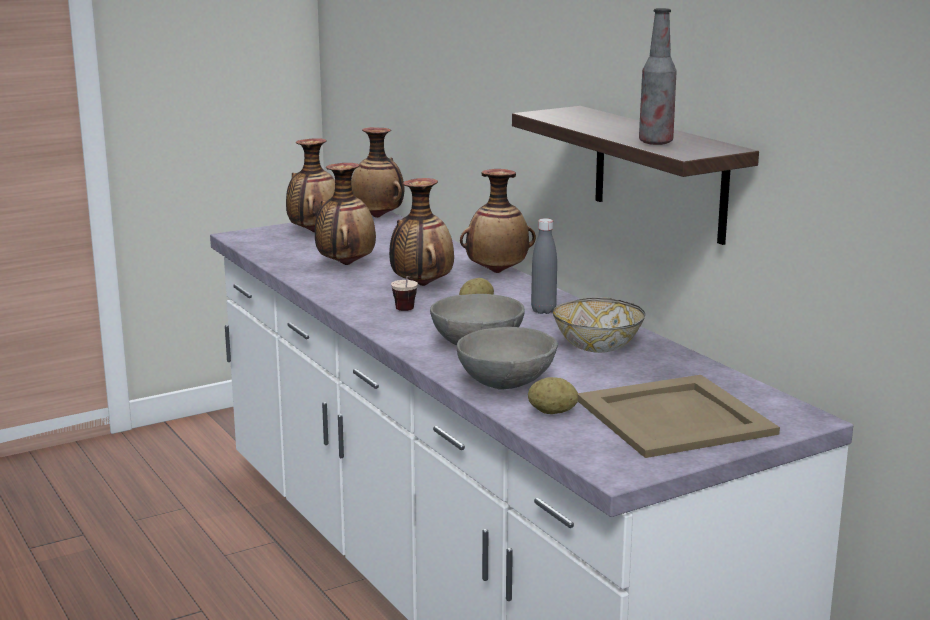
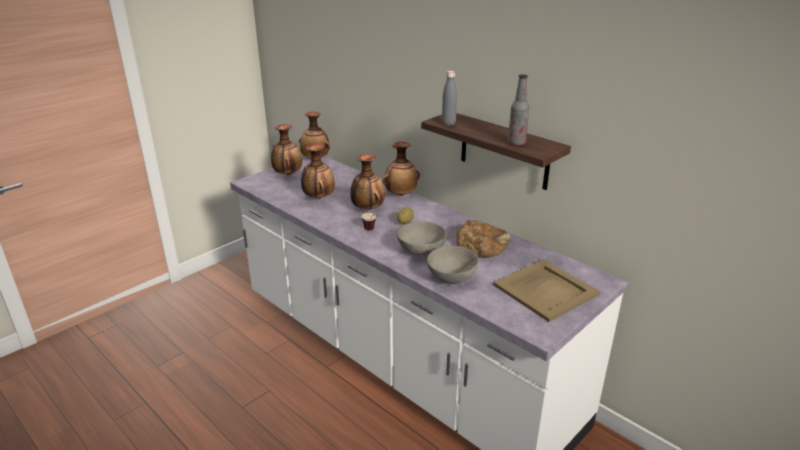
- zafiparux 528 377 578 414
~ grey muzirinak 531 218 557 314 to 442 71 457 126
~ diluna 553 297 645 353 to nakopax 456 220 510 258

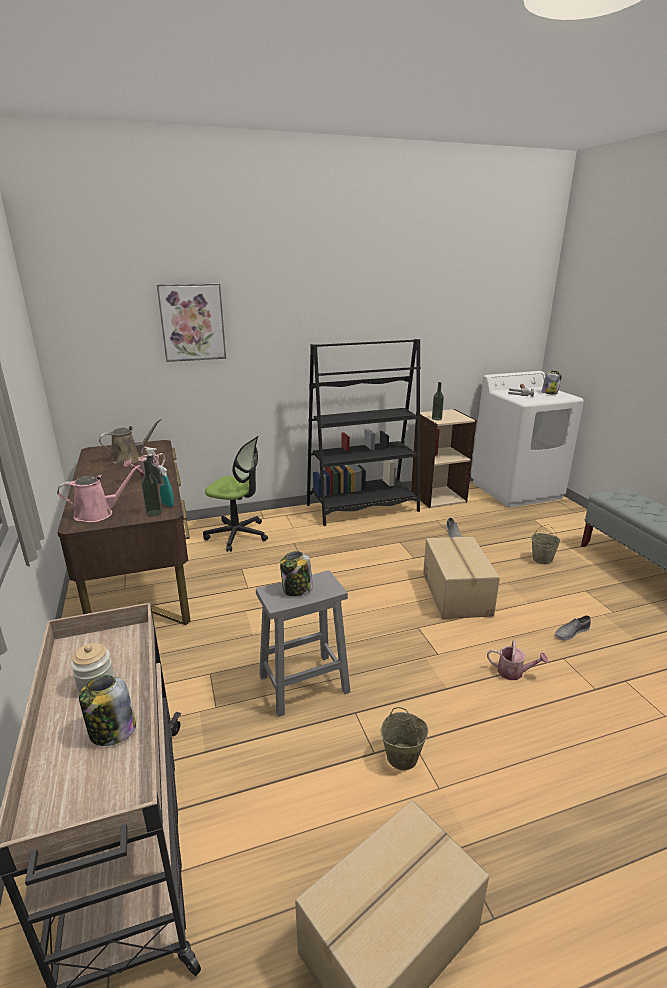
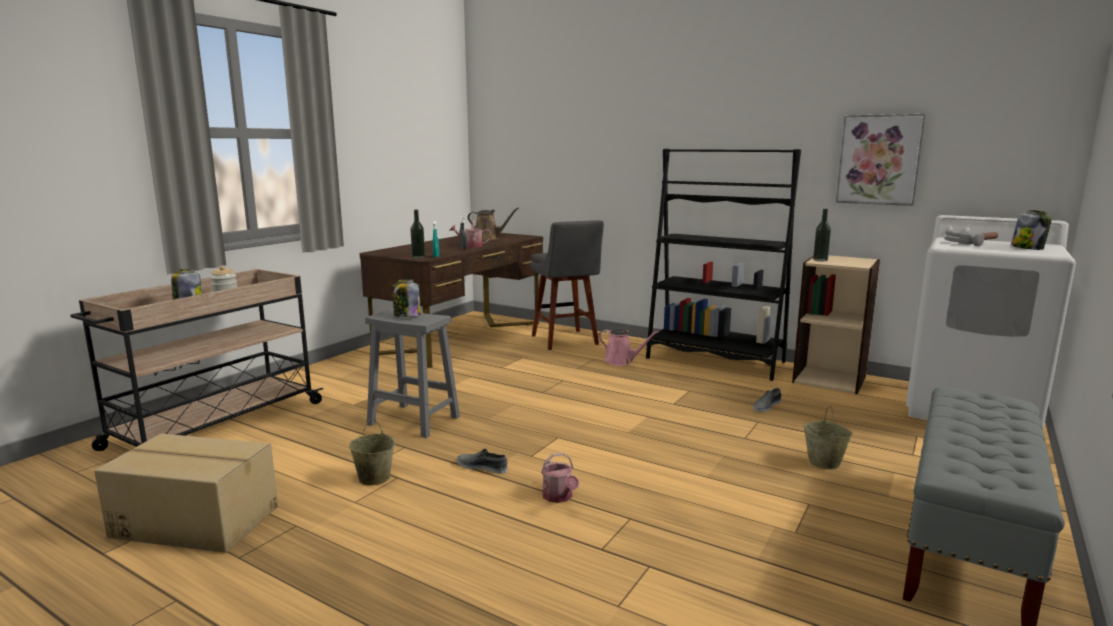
~ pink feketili 57 465 141 522 to 598 329 659 366
~ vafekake 157 283 226 362 to 836 114 926 206
~ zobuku 203 436 268 552 to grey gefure 530 220 604 350
- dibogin 423 536 500 619
~ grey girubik 555 615 591 640 to 457 449 508 474

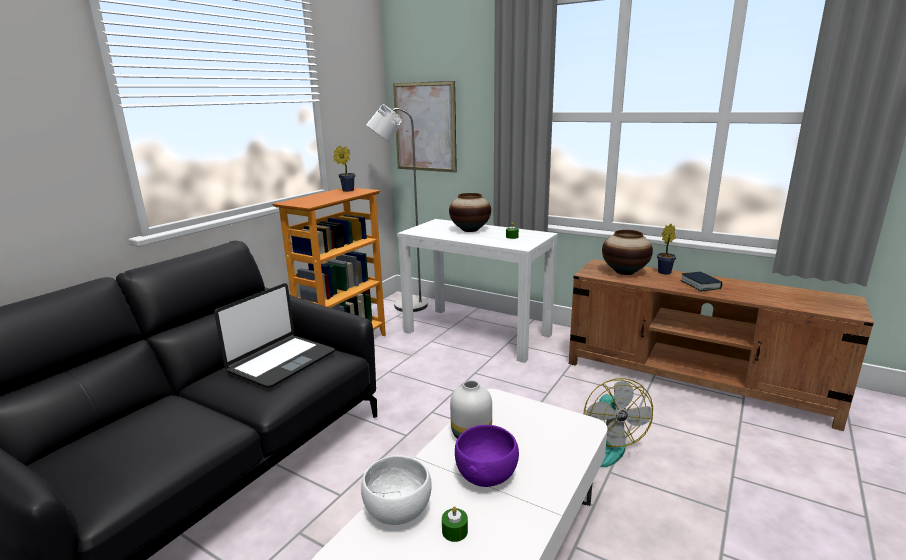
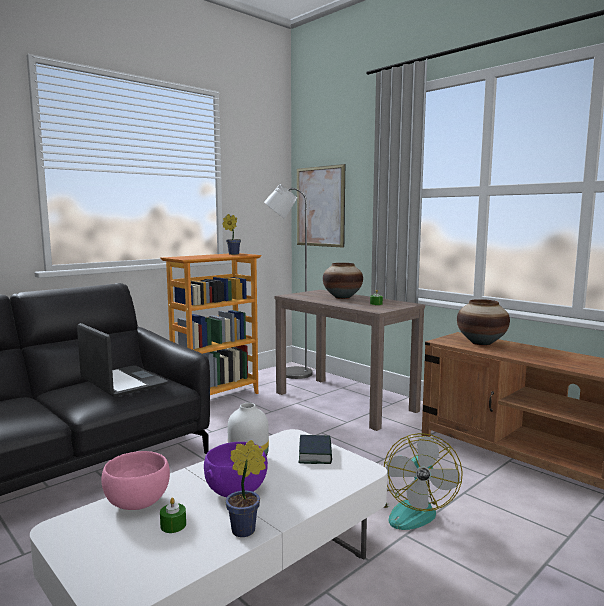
~ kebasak 214 283 335 388 = 77 323 168 397 90 degrees counterclockwise
~ white diluna 361 455 432 525 to pink diluna 101 451 170 510
~ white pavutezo 397 219 558 363 to brown pavutezo 275 290 425 431
~ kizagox 657 224 676 274 to 225 440 266 537
~ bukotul 680 272 722 291 to 298 435 332 464

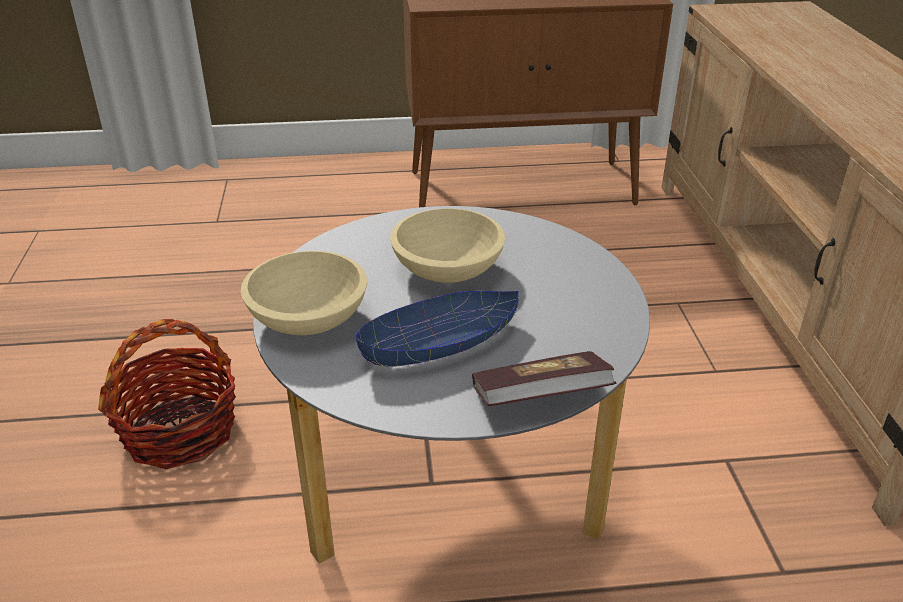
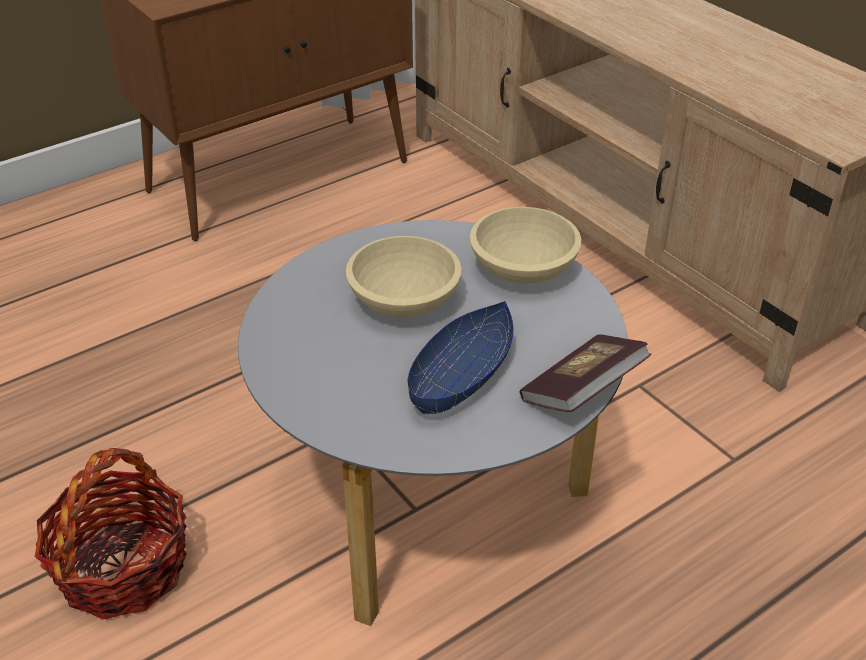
~ beige diluna 241 251 367 335 to 470 207 581 284

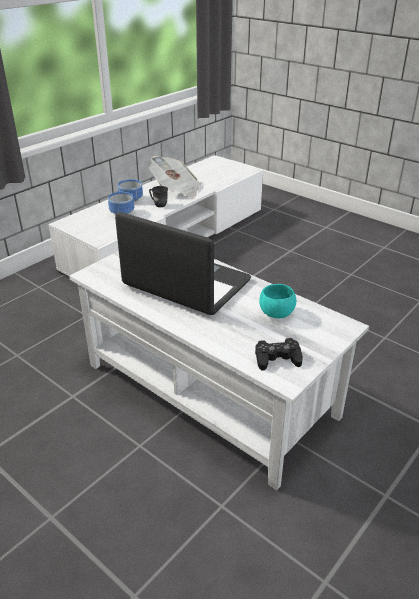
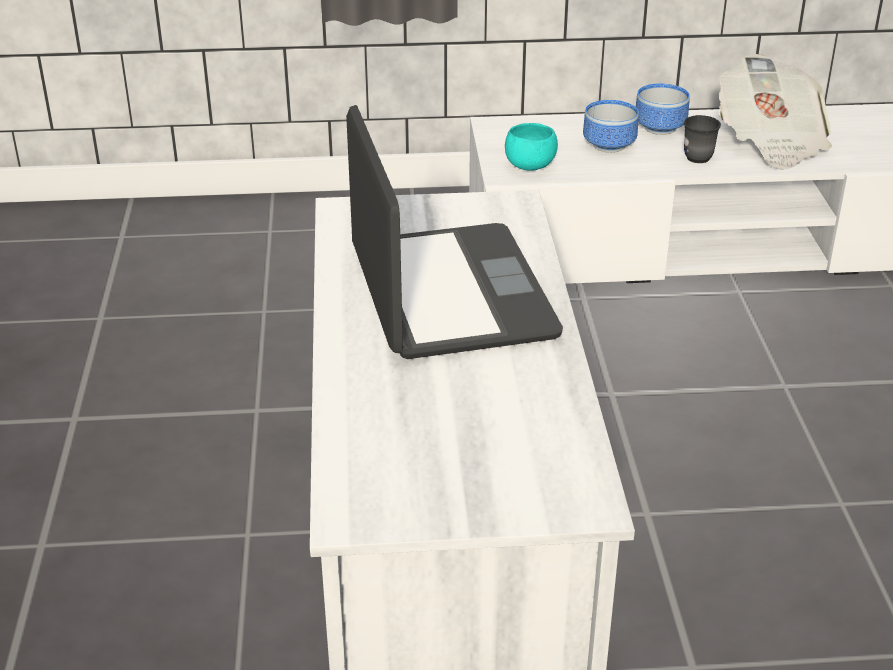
- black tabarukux 255 338 303 371
~ turquoise diluna 259 284 296 318 to 505 123 558 171

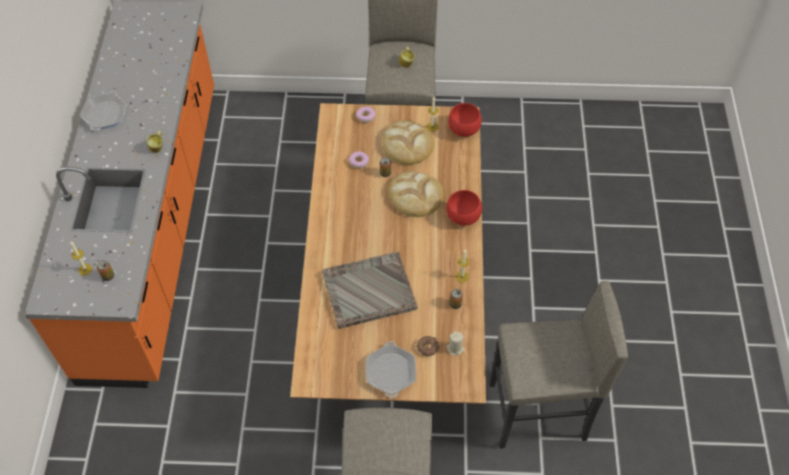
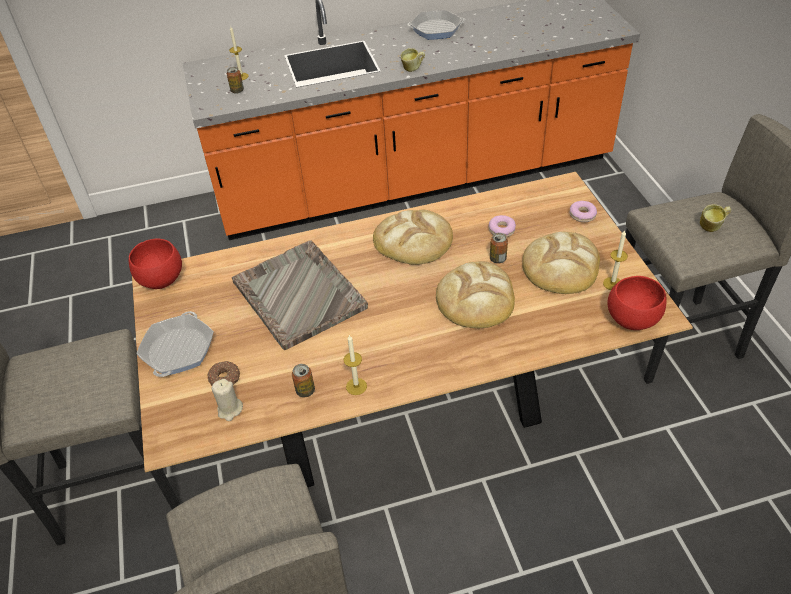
~ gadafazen 366 342 416 398 = 136 311 214 377 60 degrees counterclockwise
~ red diluna 446 190 482 226 to 129 239 182 289
+ nakopax 373 210 453 265

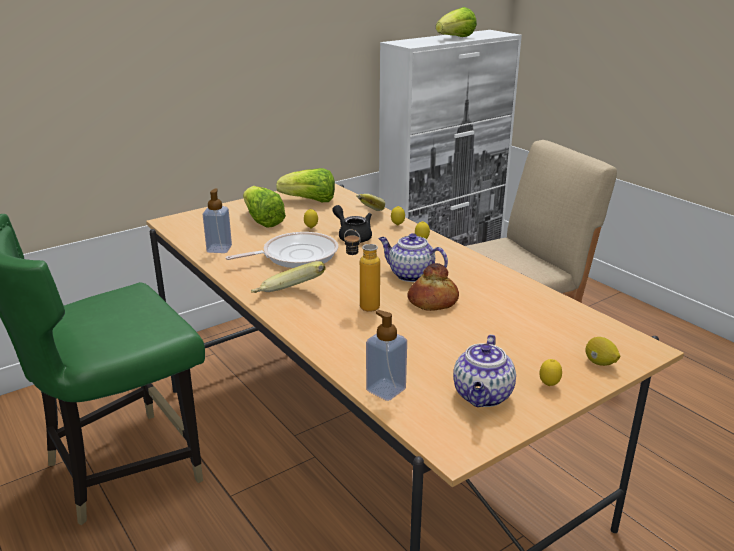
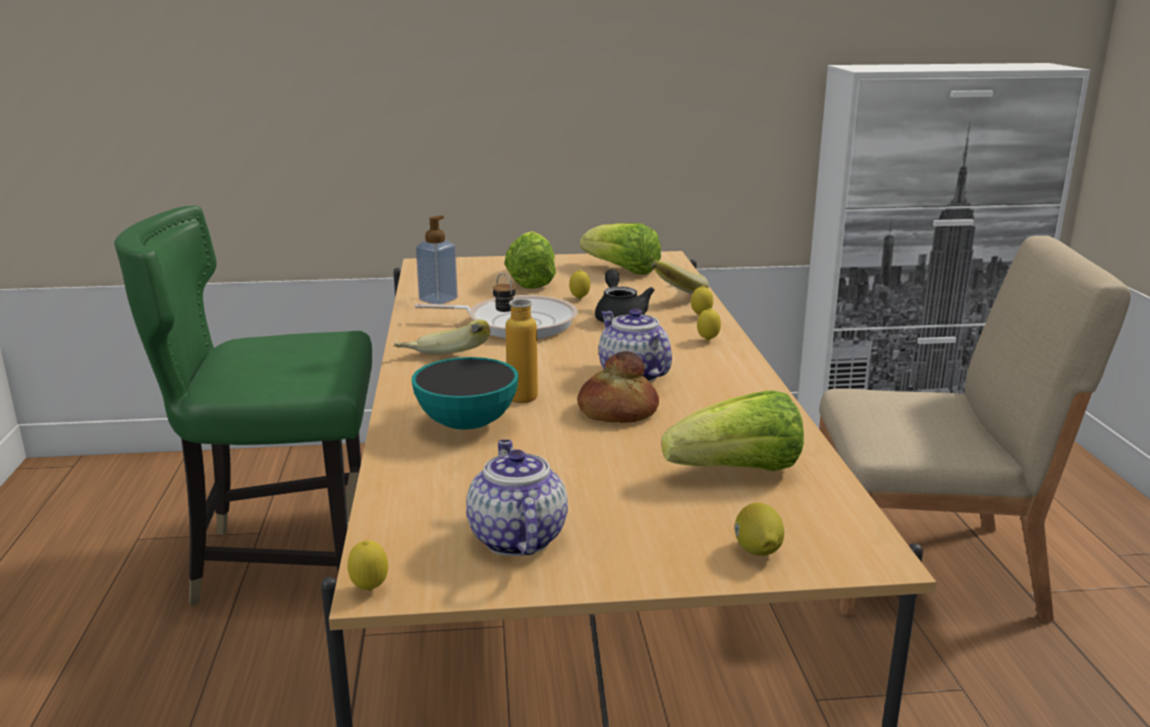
- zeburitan 366 310 407 401
~ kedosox 436 7 477 37 to 662 390 804 471
~ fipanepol 453 334 516 407 = 466 440 568 556 120 degrees clockwise
~ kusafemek 539 359 562 386 to 347 540 388 591
+ diluna 412 357 518 430

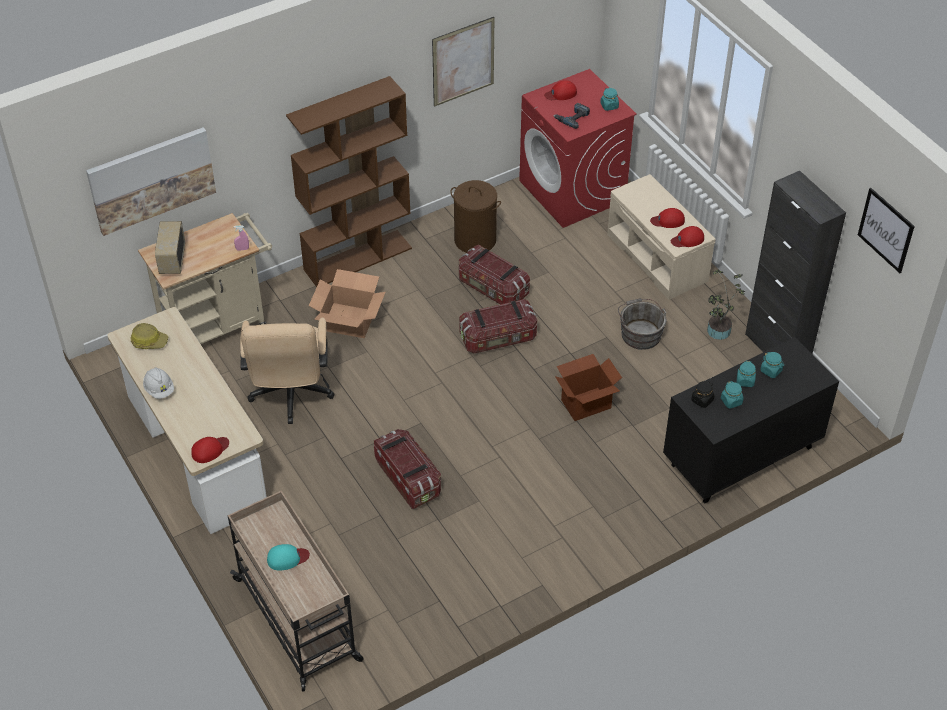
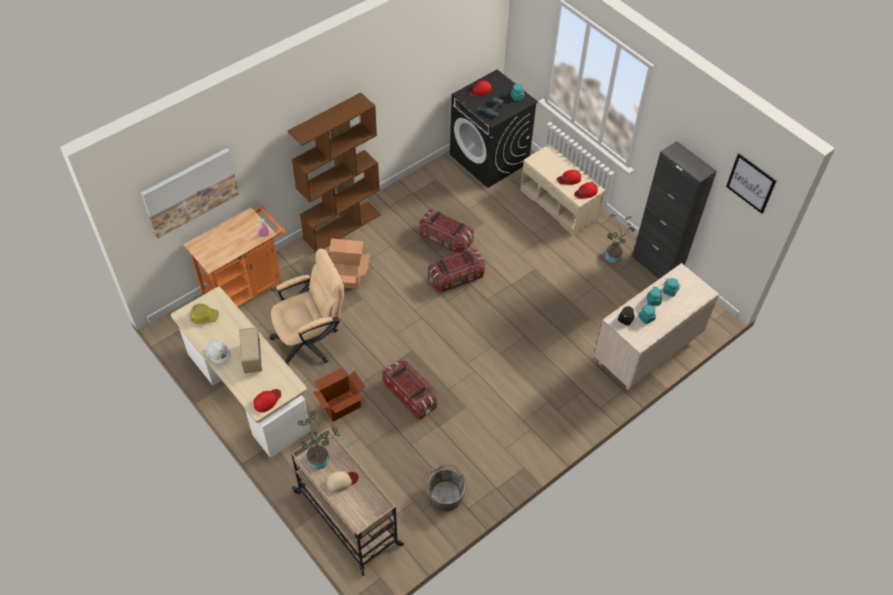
~ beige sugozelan 138 213 272 344 to orange sugozelan 184 206 286 307
~ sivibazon 155 221 185 274 to 240 327 262 373
~ beige zobuku 240 318 335 424 = 269 249 345 365 105 degrees counterclockwise
~ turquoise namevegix 267 544 310 570 to beige namevegix 327 471 359 492
- vafekake 432 17 495 107
- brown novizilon 450 180 501 253
~ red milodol 519 69 637 228 to black milodol 450 69 538 188
~ dibogin 555 354 622 421 to 313 367 365 422
~ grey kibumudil 618 298 666 350 to 424 465 466 511
~ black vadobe 663 337 839 504 to beige vadobe 594 263 719 390
+ kizagox 297 410 340 470

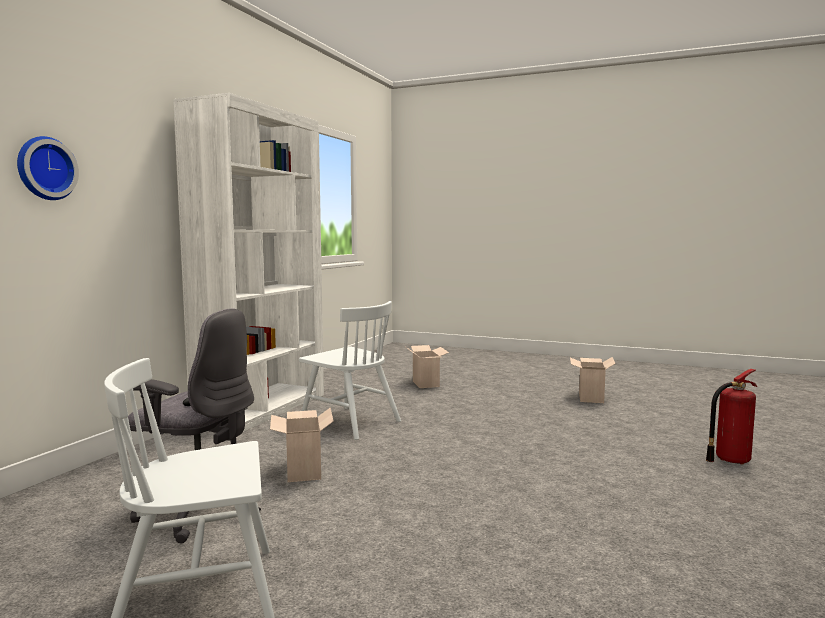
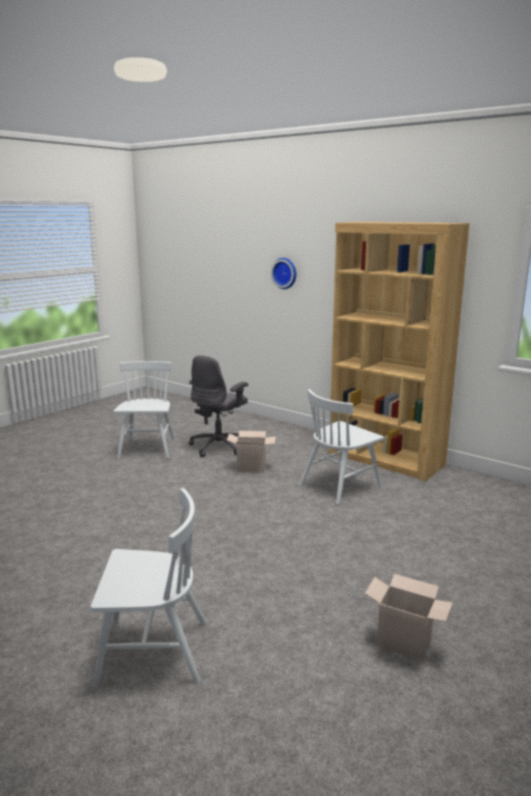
~ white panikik 173 93 324 432 to brown panikik 329 222 470 481
- dibogin 406 345 449 388
~ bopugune 706 369 757 465 to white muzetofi 91 488 206 688

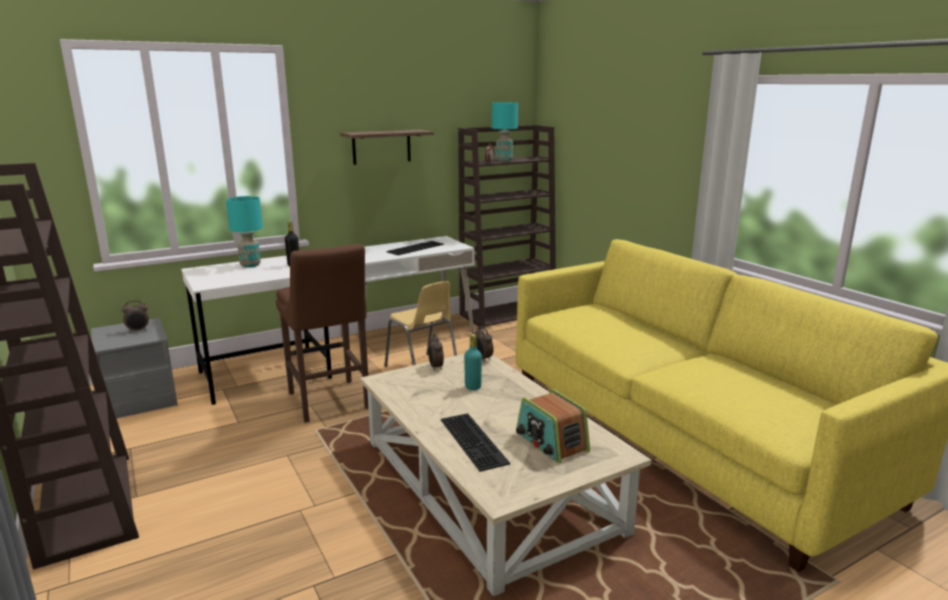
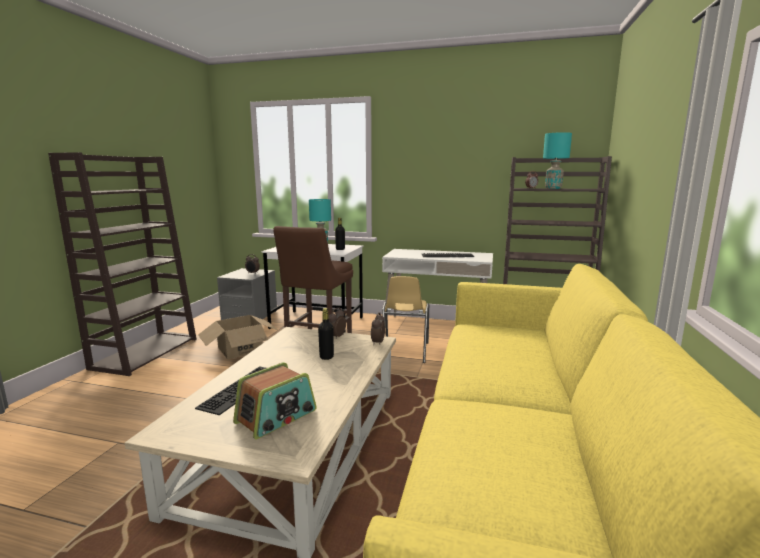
- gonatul 340 130 434 165
~ turquoise muzirinak 464 334 482 390 to black muzirinak 318 308 334 360
~ sivibazon 516 389 590 463 = 233 362 316 439 150 degrees counterclockwise
+ dibogin 198 315 279 359

